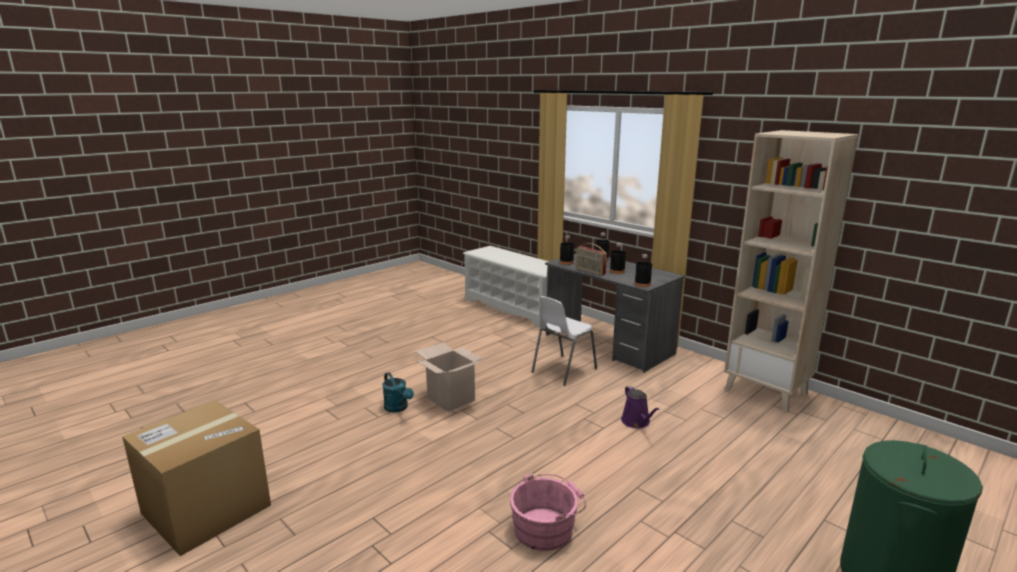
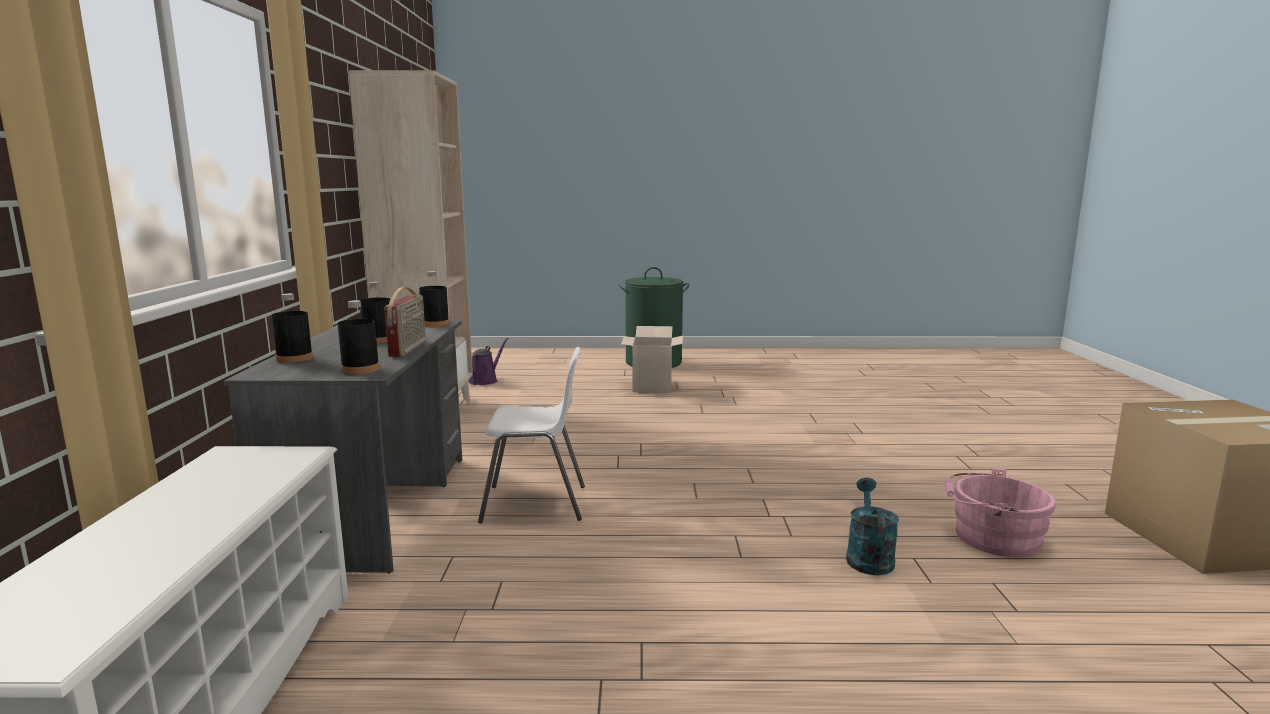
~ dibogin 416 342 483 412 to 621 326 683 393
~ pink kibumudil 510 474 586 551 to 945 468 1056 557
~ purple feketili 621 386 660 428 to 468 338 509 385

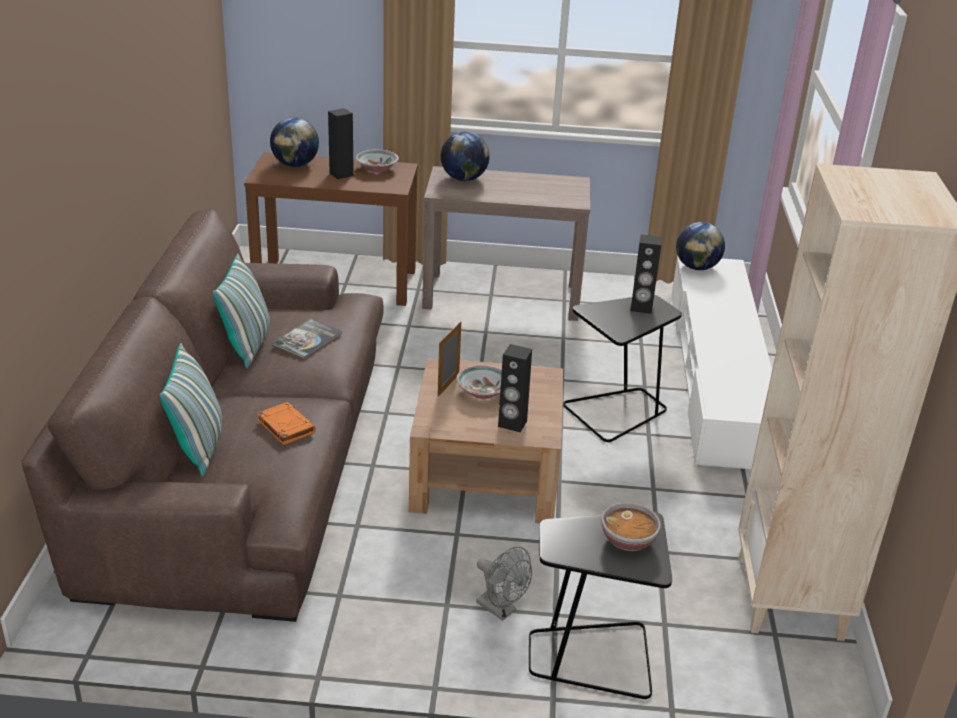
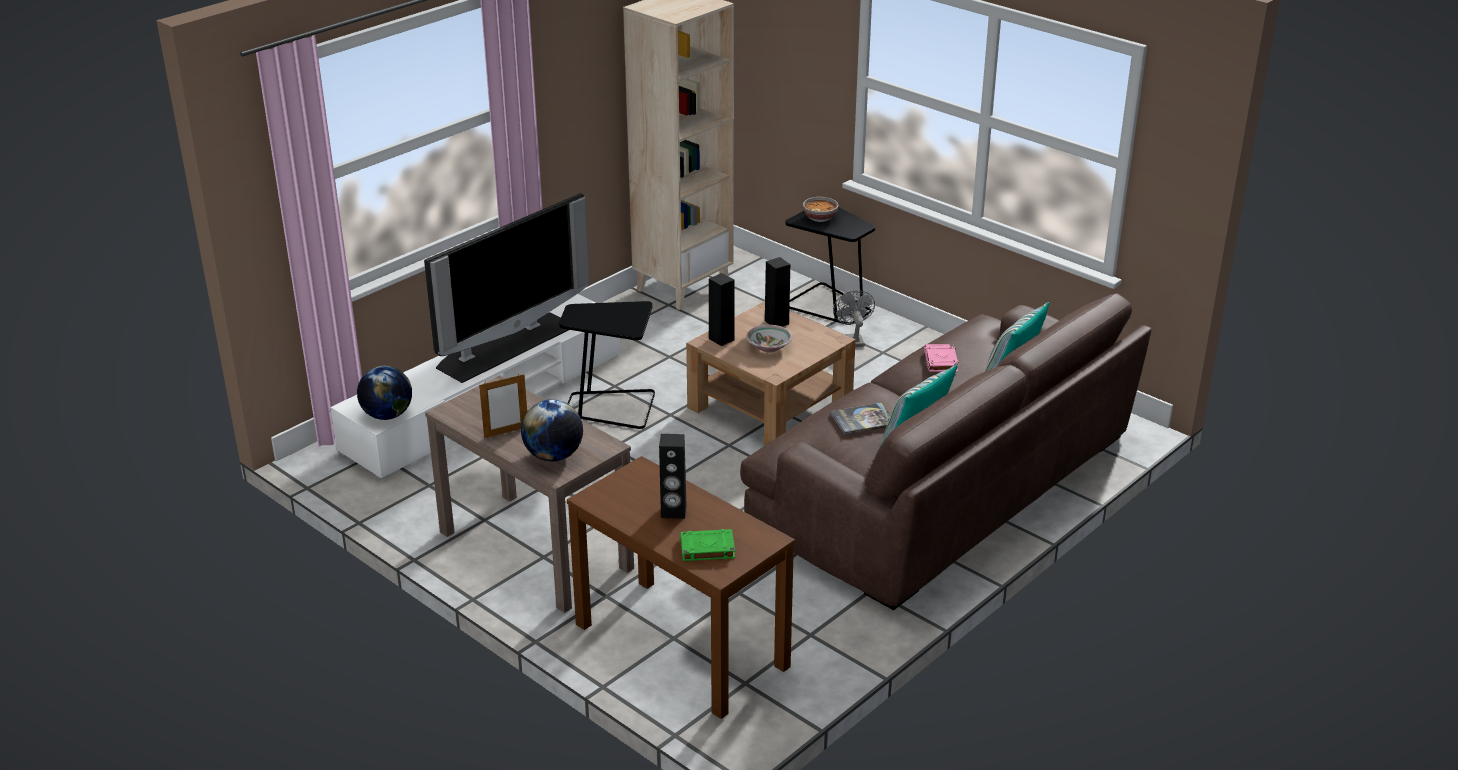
~ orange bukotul 257 402 316 445 to pink bukotul 924 344 959 372
~ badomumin 270 117 319 167 to green bukotul 680 529 735 561
- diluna 356 150 399 173
~ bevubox 437 321 461 397 to 479 374 527 438
~ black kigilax 631 234 662 314 to 709 273 735 346
+ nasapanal 424 193 590 383

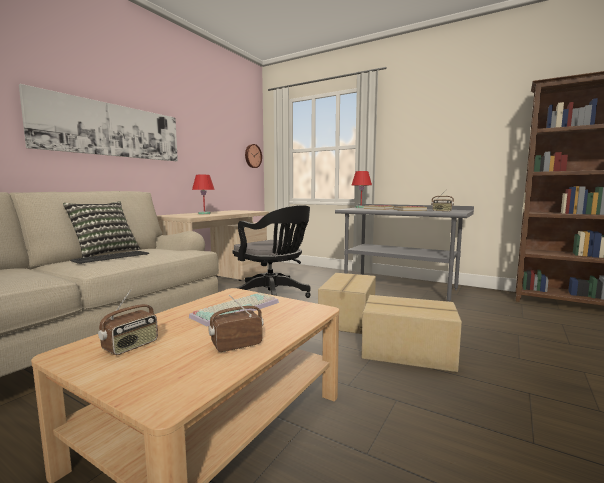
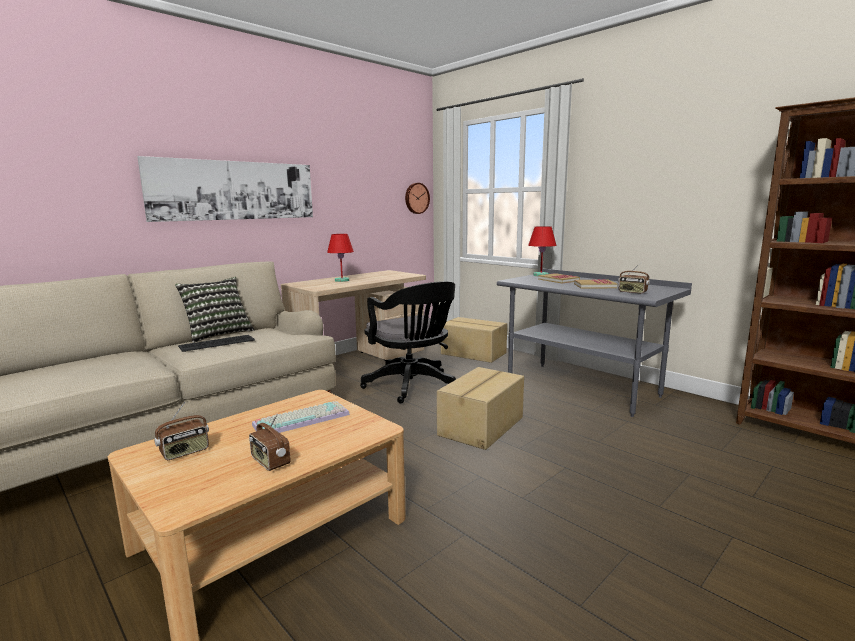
~ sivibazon 208 295 264 352 = 249 414 291 471 120 degrees counterclockwise
~ dibogin 361 295 462 372 to 441 317 507 363

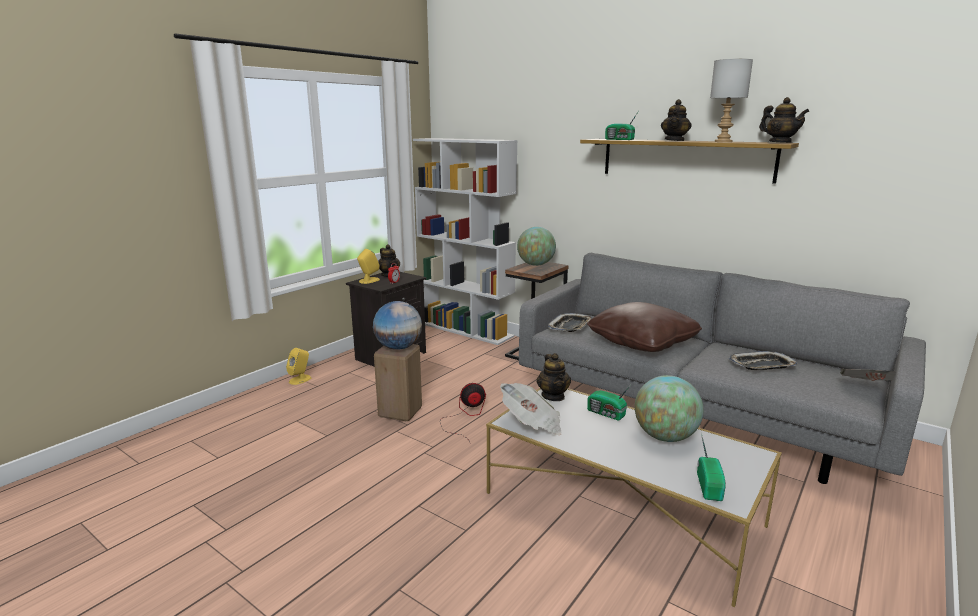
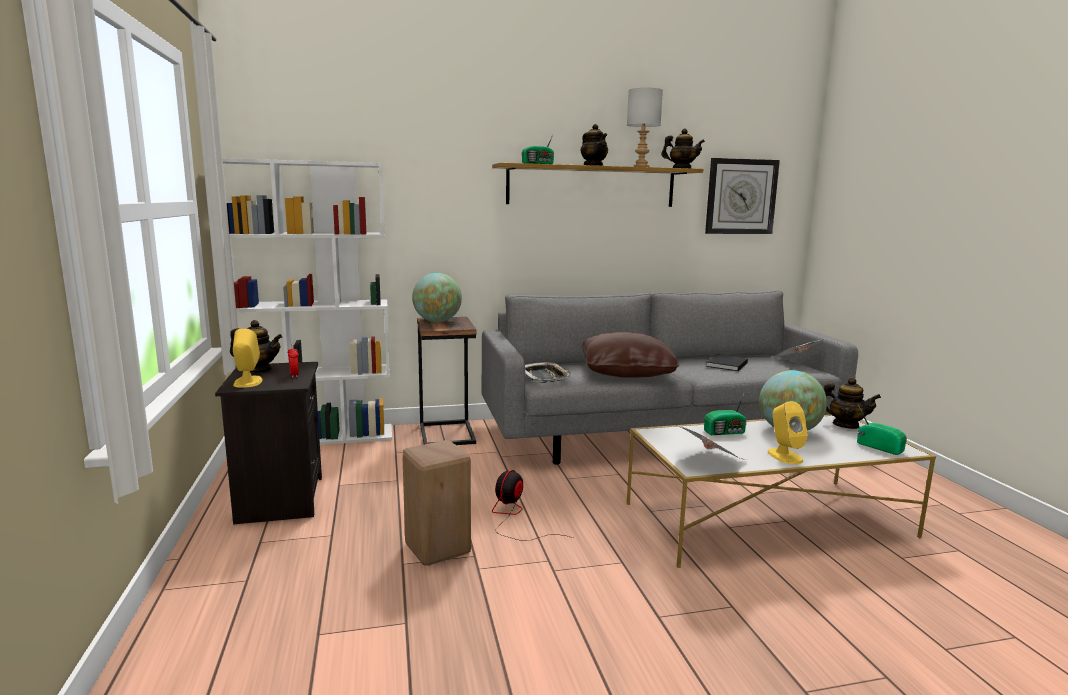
~ yellow kigilax 286 348 311 385 to 768 401 808 464
- badomumin 373 301 422 350
~ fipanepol 537 353 571 401 to 824 377 881 429
~ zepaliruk 729 351 798 370 to black bukotul 706 354 748 371
+ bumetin 705 158 780 234

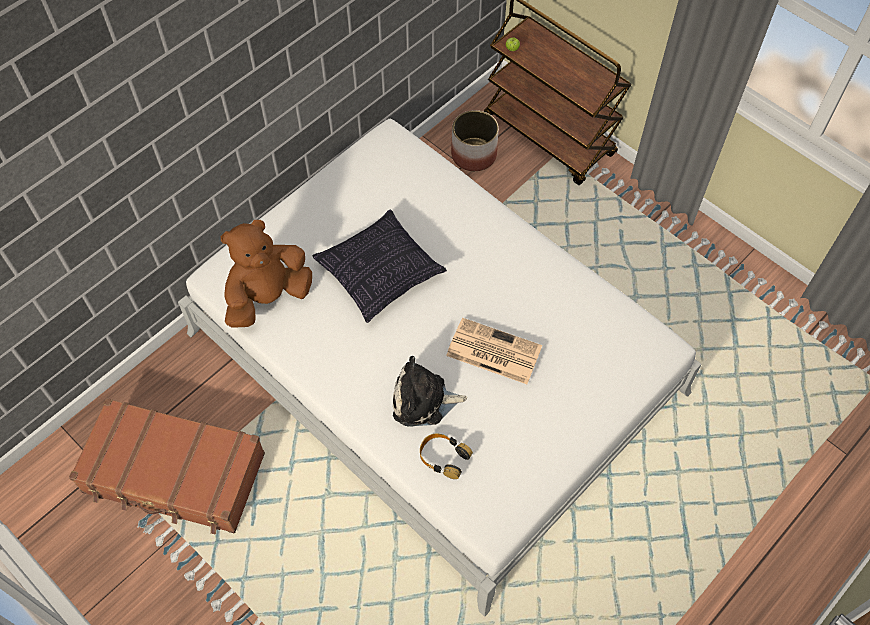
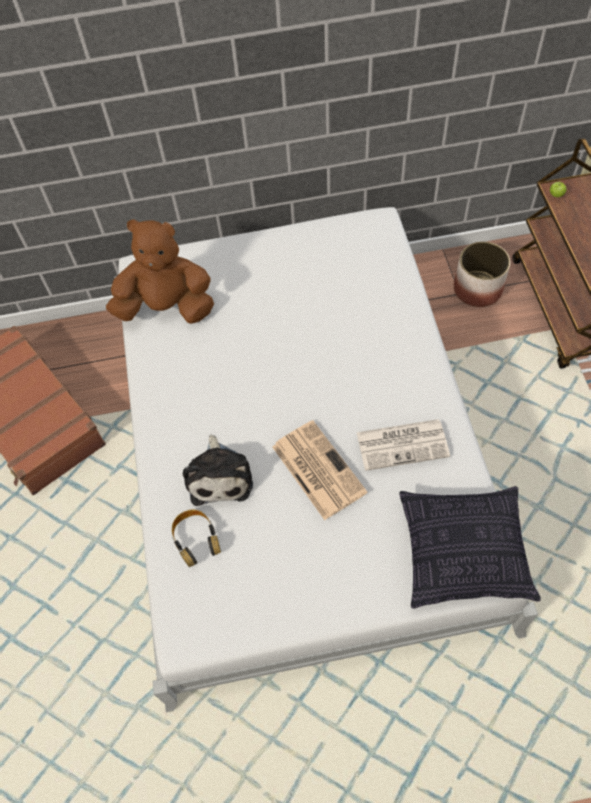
~ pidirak 313 209 447 323 to 399 486 541 609
~ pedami 393 356 467 427 = 183 435 253 506 135 degrees counterclockwise
+ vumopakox 357 419 450 471

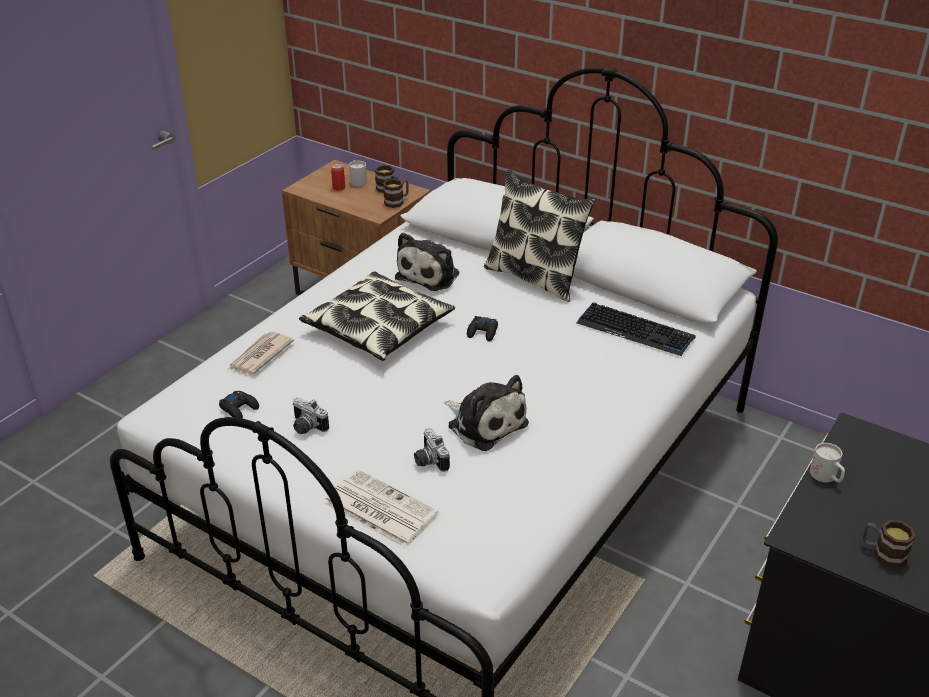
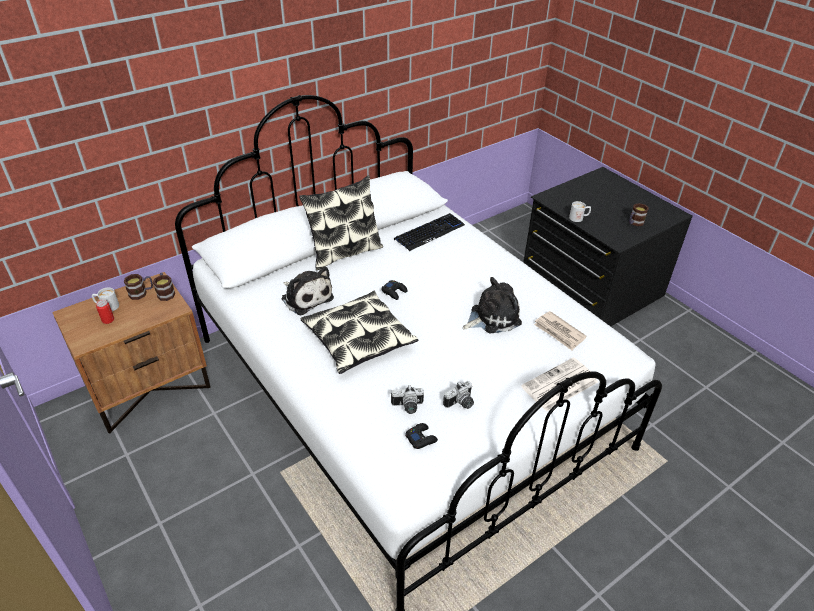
~ vumopakox 229 332 294 375 to 534 311 587 350
~ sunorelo 414 428 450 472 to 391 385 424 414

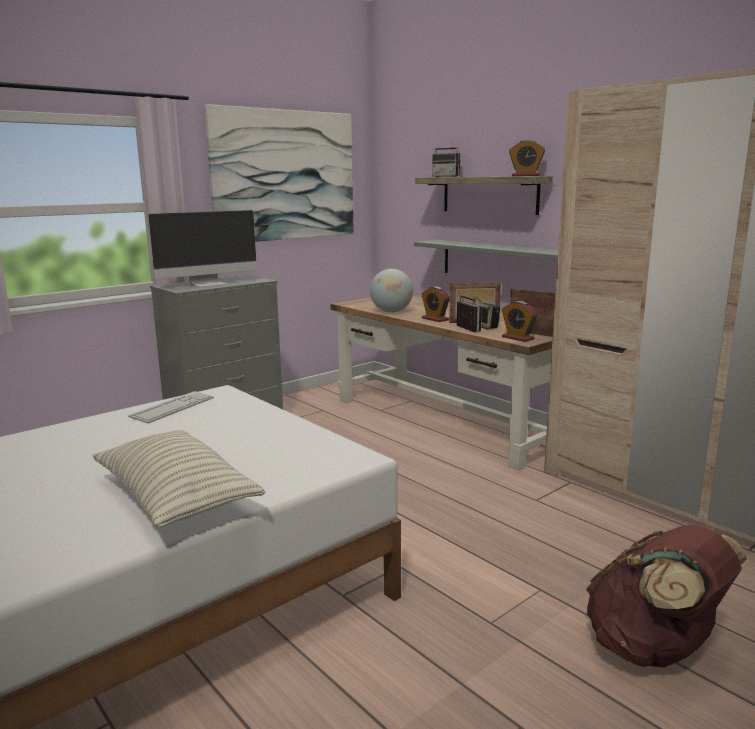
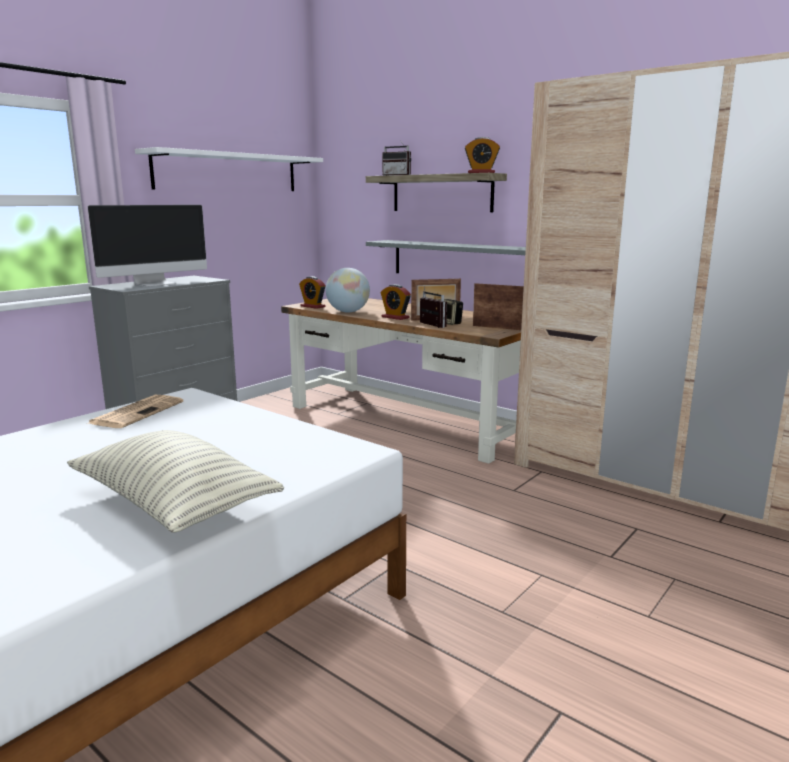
~ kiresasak 128 391 214 424 to vumopakox 86 395 183 428
~ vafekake 204 104 354 242 to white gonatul 135 147 323 191
~ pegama 502 301 538 342 to 299 276 326 309
- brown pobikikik 586 525 747 668

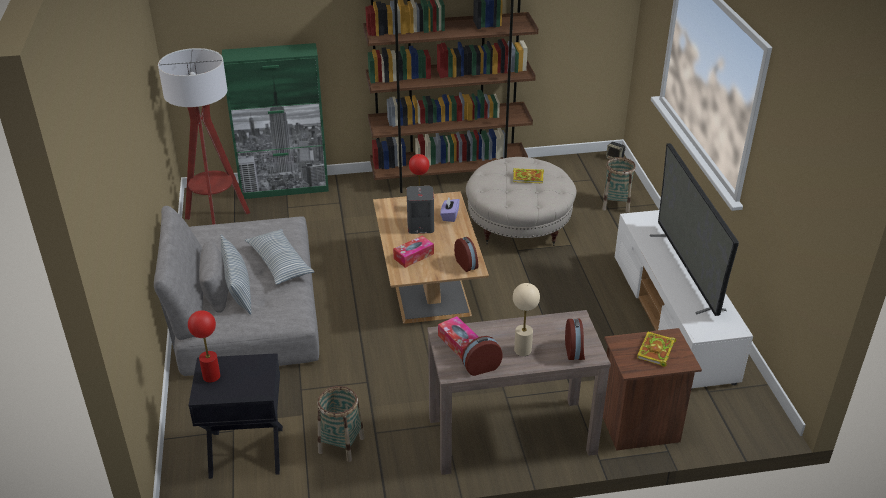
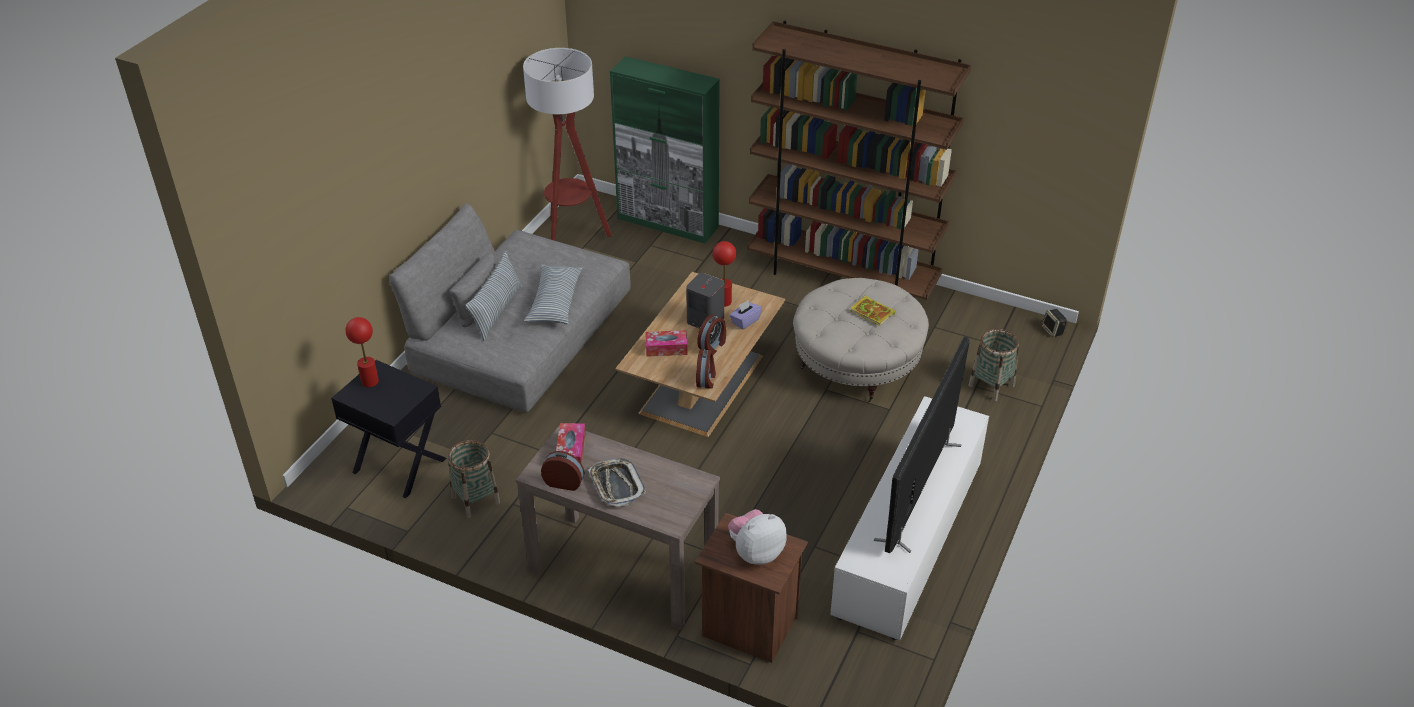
~ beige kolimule 513 283 540 356 to zepaliruk 588 458 646 507
~ pegama 565 319 585 360 to 697 315 726 355
~ bukotul 637 332 676 367 to pedami 728 509 787 565

